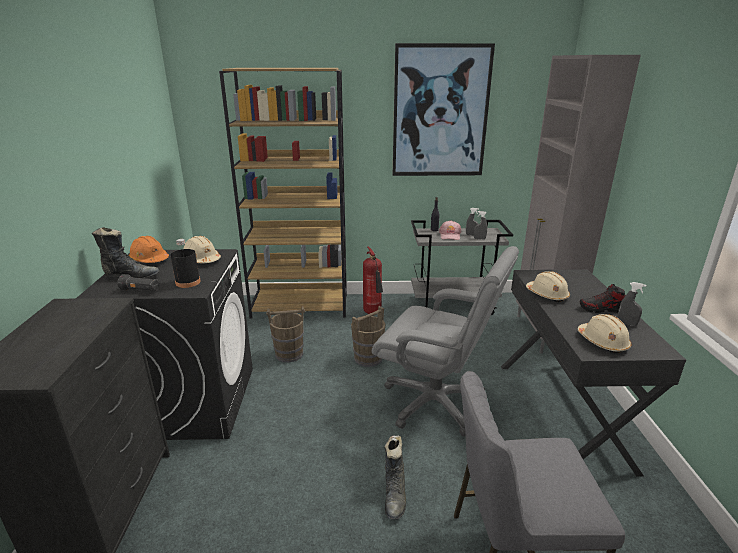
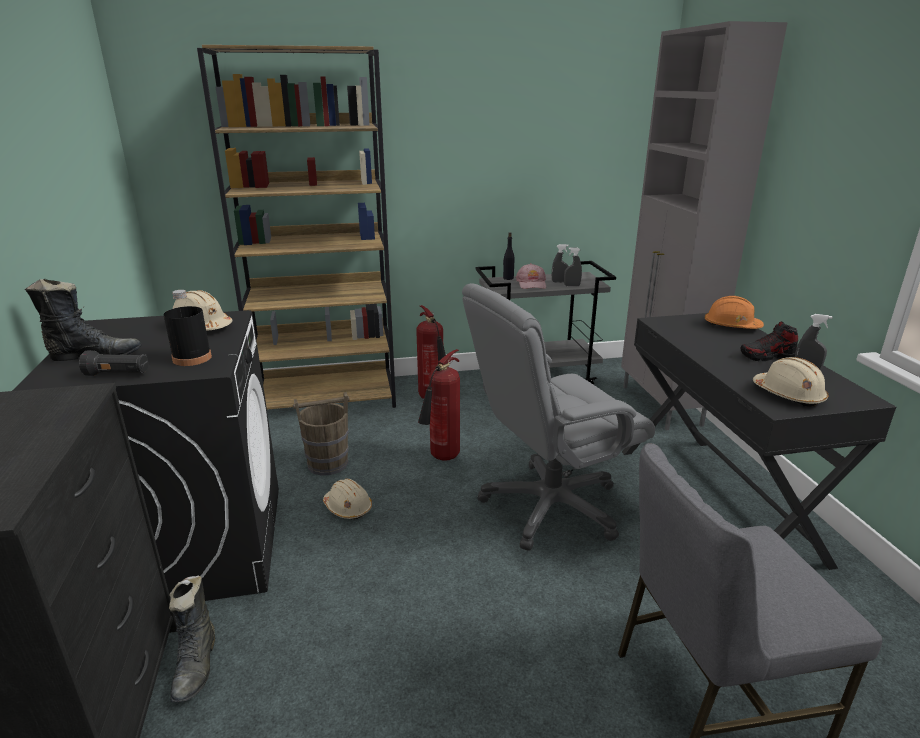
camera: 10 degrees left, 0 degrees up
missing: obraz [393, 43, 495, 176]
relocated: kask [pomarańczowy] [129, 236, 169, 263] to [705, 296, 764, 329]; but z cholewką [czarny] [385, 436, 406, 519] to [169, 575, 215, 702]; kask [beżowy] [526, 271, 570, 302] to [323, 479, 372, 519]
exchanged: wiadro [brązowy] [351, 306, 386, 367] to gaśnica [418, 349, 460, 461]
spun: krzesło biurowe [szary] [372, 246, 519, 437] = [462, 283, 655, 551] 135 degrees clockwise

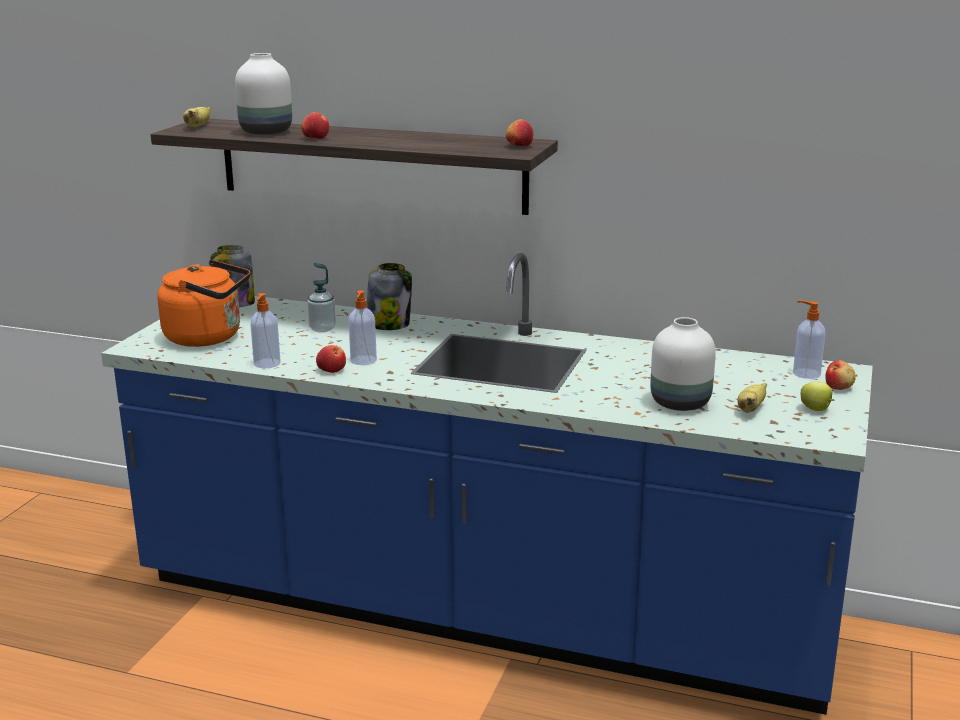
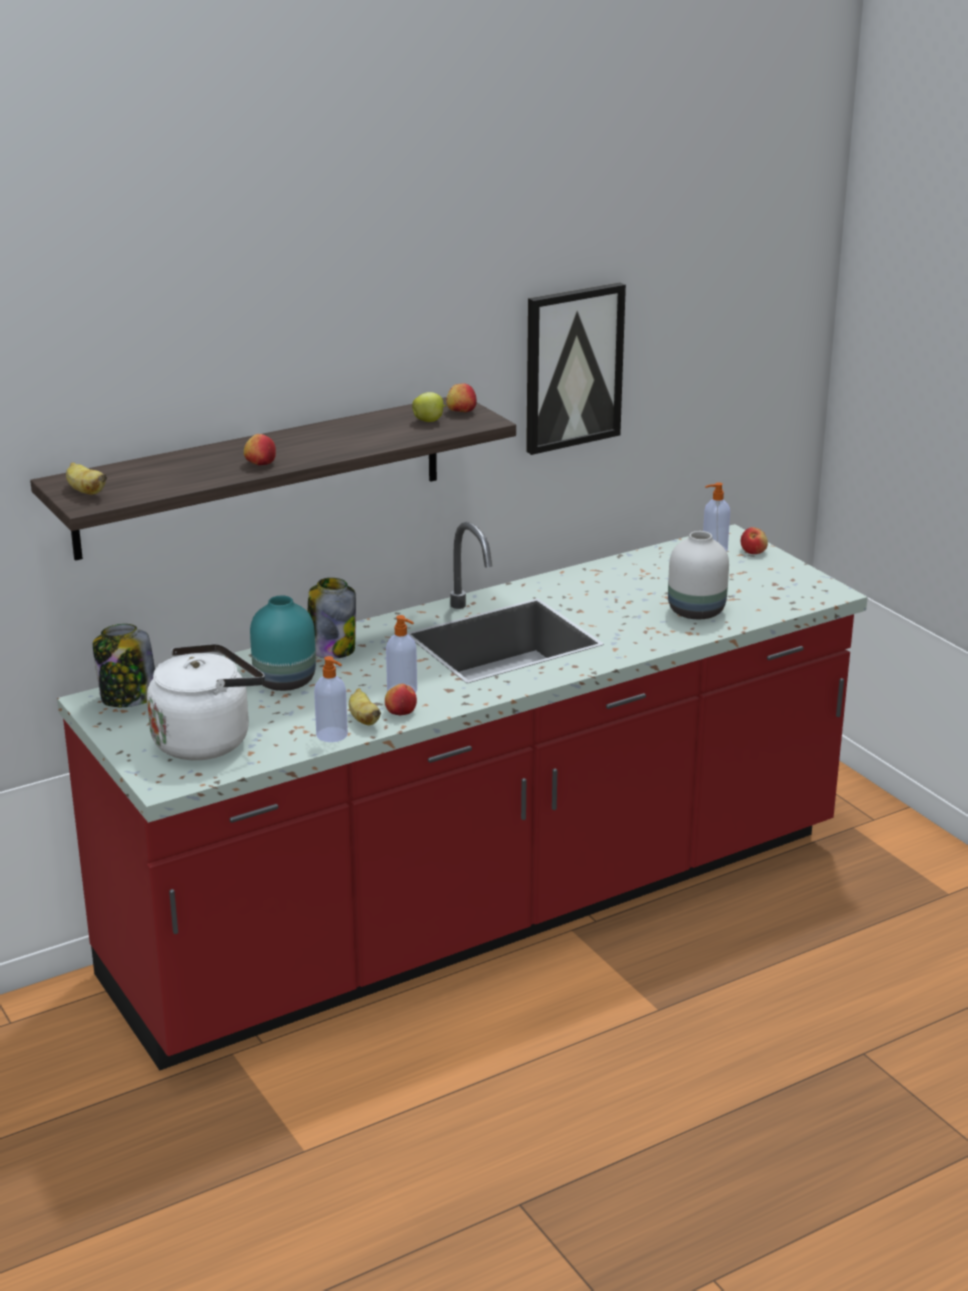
camera: 50 degrees left, 5 degrees up
missing: wazon [biały] [235, 53, 292, 135]
appeared: obraz [526, 282, 626, 455]
relocated: banan [738, 383, 767, 413] to [349, 688, 381, 725]; jabłko [800, 382, 834, 411] to [412, 392, 446, 422]
exchanged: dozownik mydła [307, 263, 336, 332] to wazon [turkusowy] [250, 596, 316, 691]
colour: zabudowa kuchenna [niebieski] [101, 253, 873, 715] to zabudowa kuchenna [czerwony] [57, 522, 868, 1070]; czajnik [pomarańczowy] [158, 260, 250, 347] to czajnik [biały] [147, 644, 265, 760]

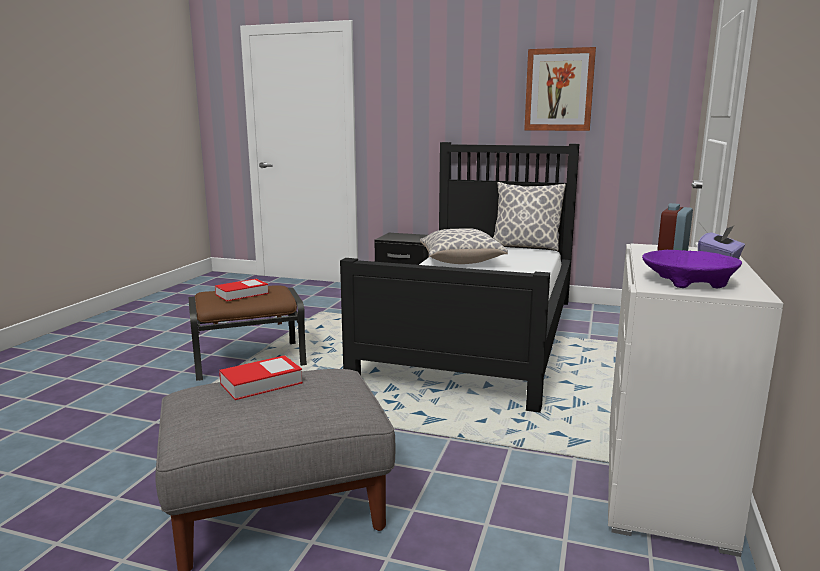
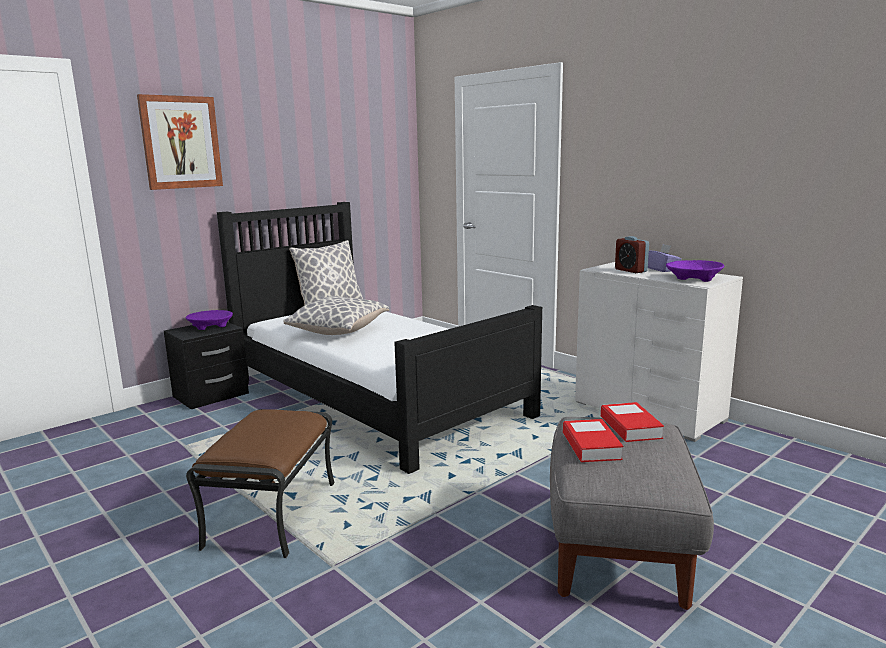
camera: 60 degrees left, 0 degrees up
appeared: miska [fioletowy] [186, 310, 233, 330]
relocated: książka [215, 279, 269, 301] to [601, 402, 664, 442]; obraz [524, 47, 596, 131] to [137, 94, 223, 190]

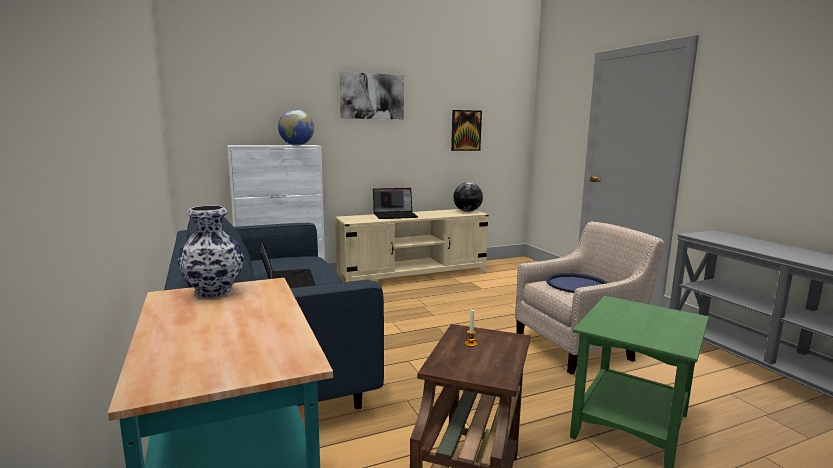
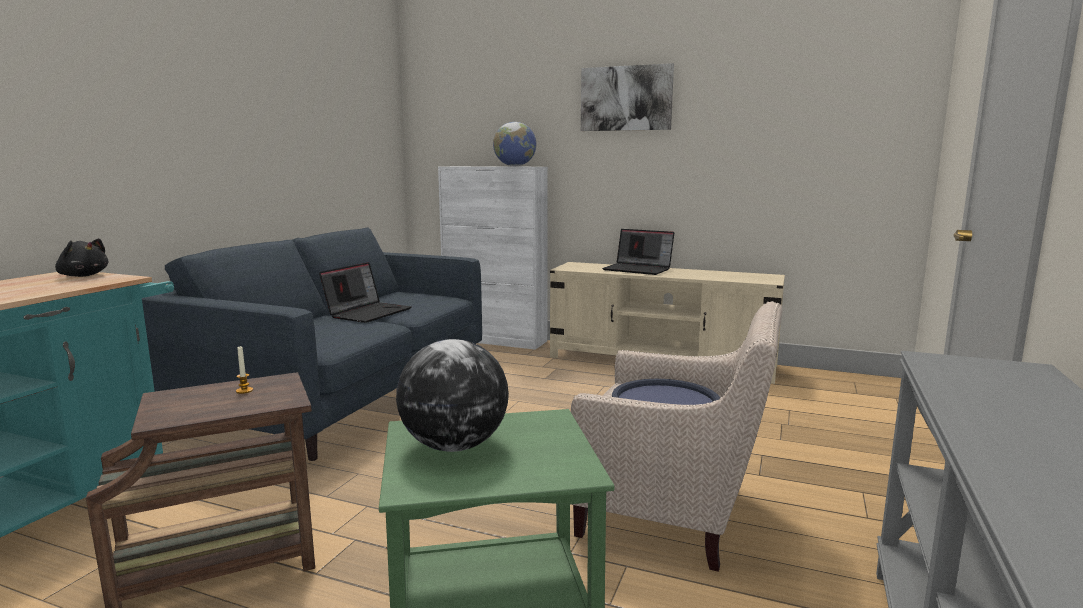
camera: 45 degrees right, 0 degrees up
missing: obraz [451, 110, 482, 151]
relocated: globus [453, 182, 483, 212] to [396, 339, 509, 452]
exchanged: wazon [178, 206, 244, 299] to pluszak [czarny] [55, 238, 108, 277]

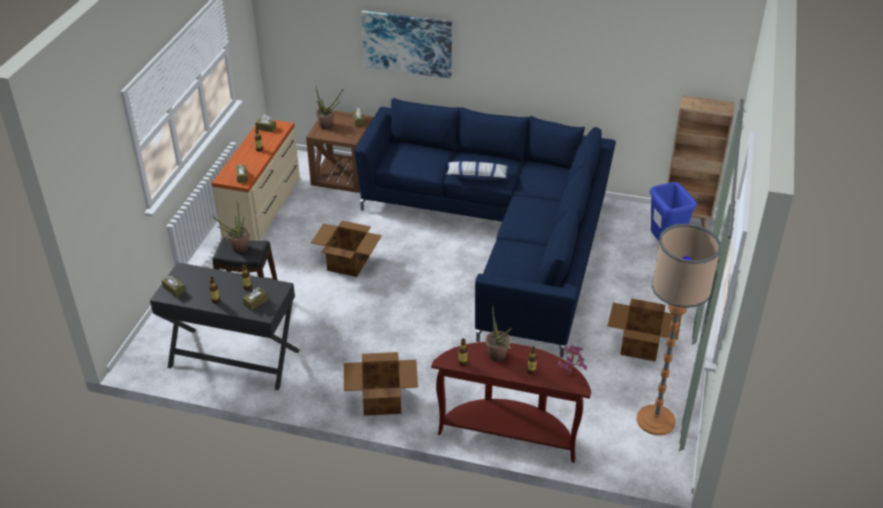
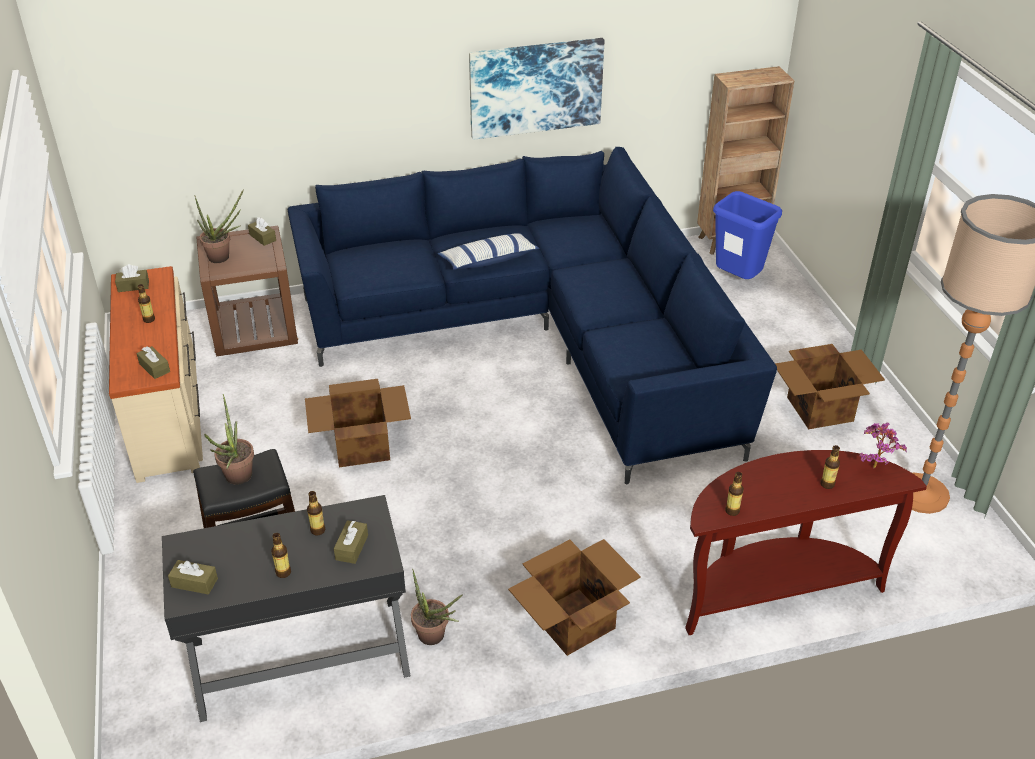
camera: 30 degrees left, 0 degrees up
relocated: obraz [361, 10, 452, 79] to [469, 38, 604, 140]; roślina doniczkowa [486, 304, 512, 361] to [411, 569, 463, 645]

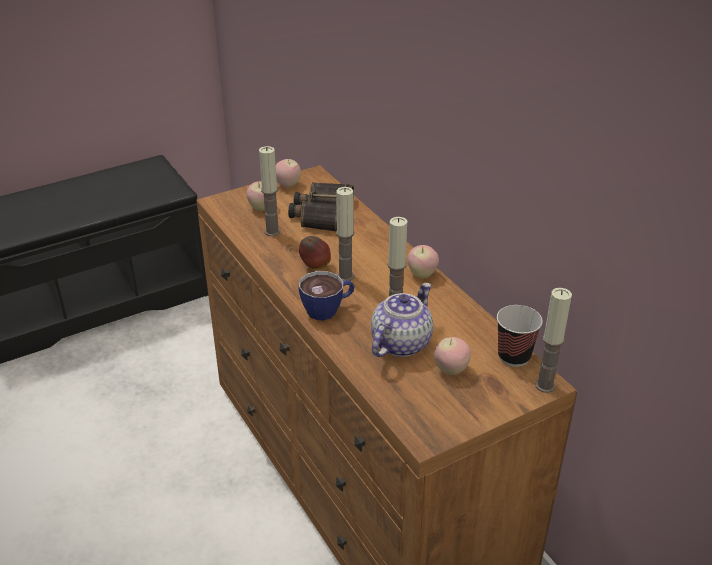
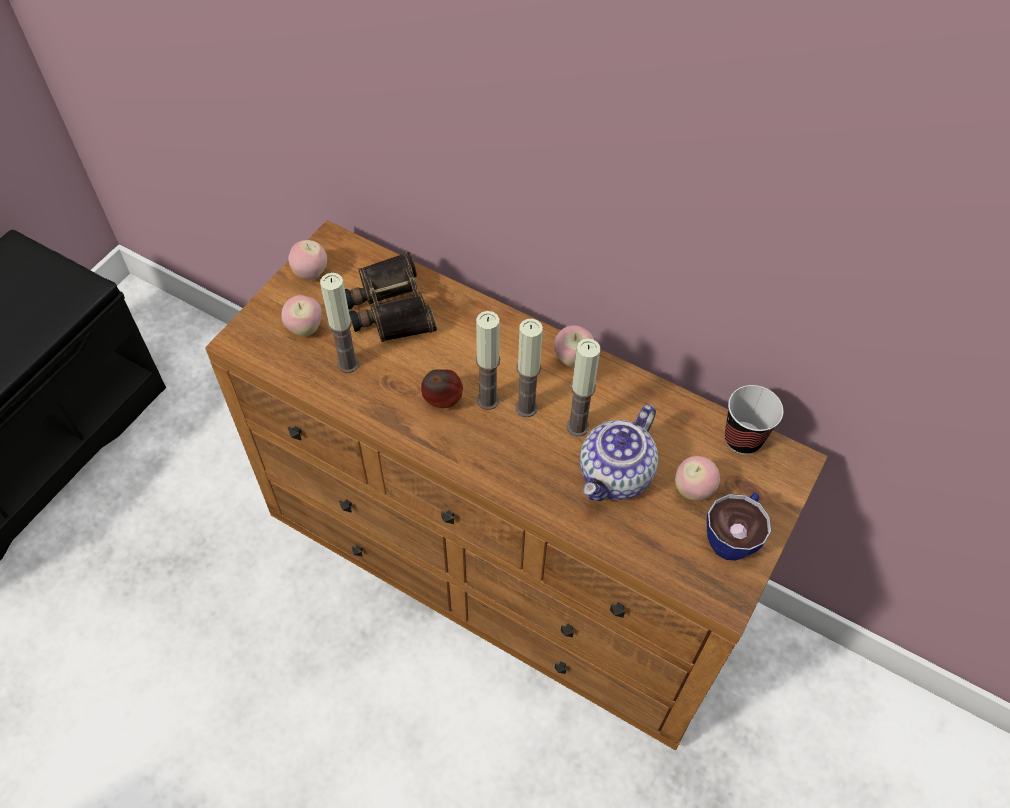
camera: 30 degrees left, 20 degrees up
relocated: filiżanka [299, 271, 354, 321] to [707, 492, 771, 561]; świeca [535, 288, 572, 393] to [515, 319, 543, 417]
spun: imbryk [371, 283, 433, 357] = [580, 404, 658, 501] 150 degrees counterclockwise

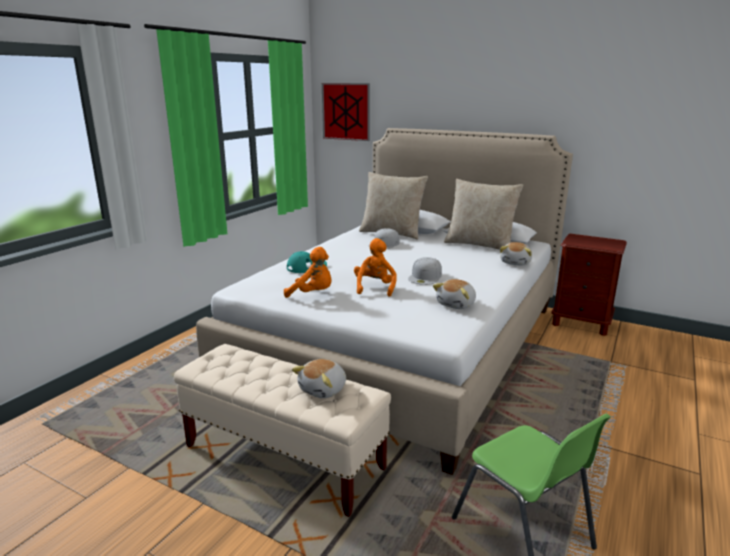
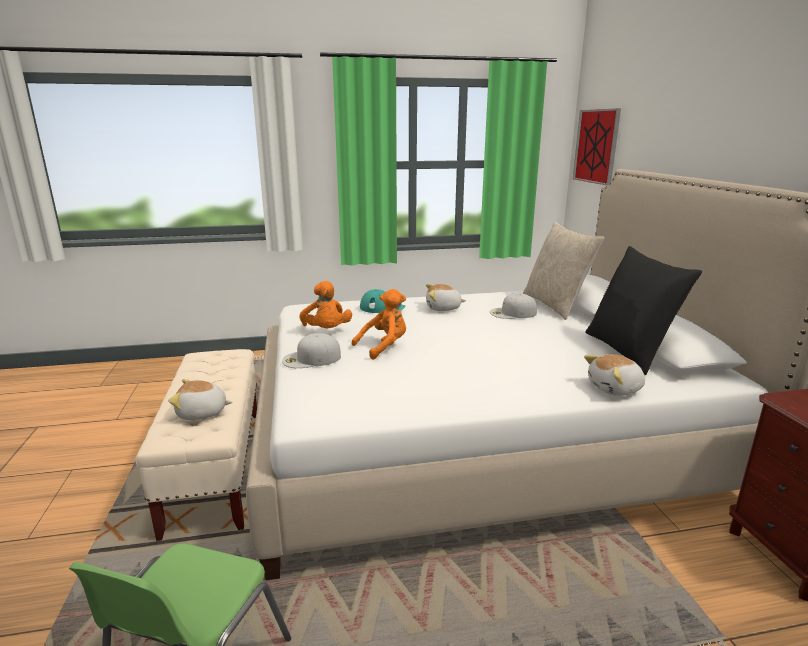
camera: 50 degrees right, 0 degrees up
relocated: czapka z daszkiem [biały] [408, 257, 442, 285] to [282, 333, 341, 368]; pluszak [433, 279, 476, 309] to [426, 284, 466, 311]
colour: poduszka [beżowy] [444, 179, 523, 250] to poduszka [czarny] [586, 246, 702, 375]

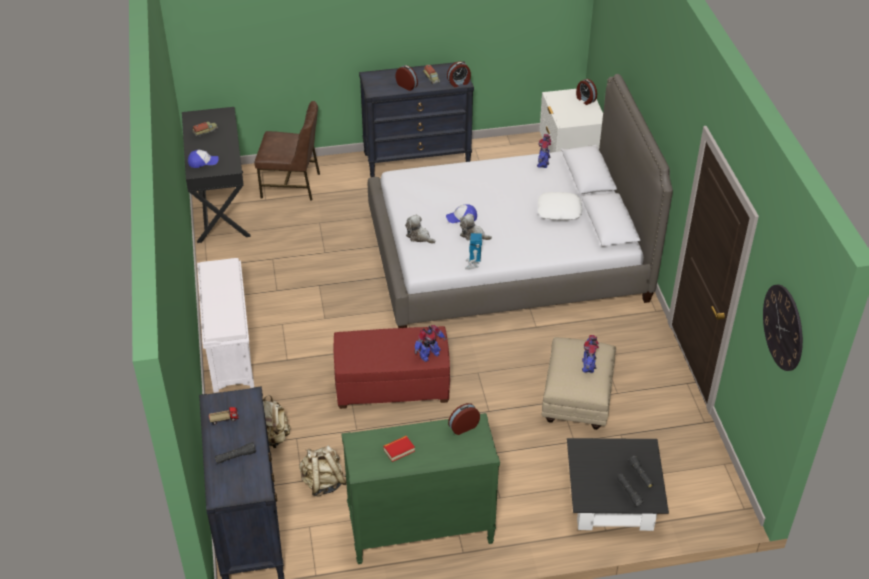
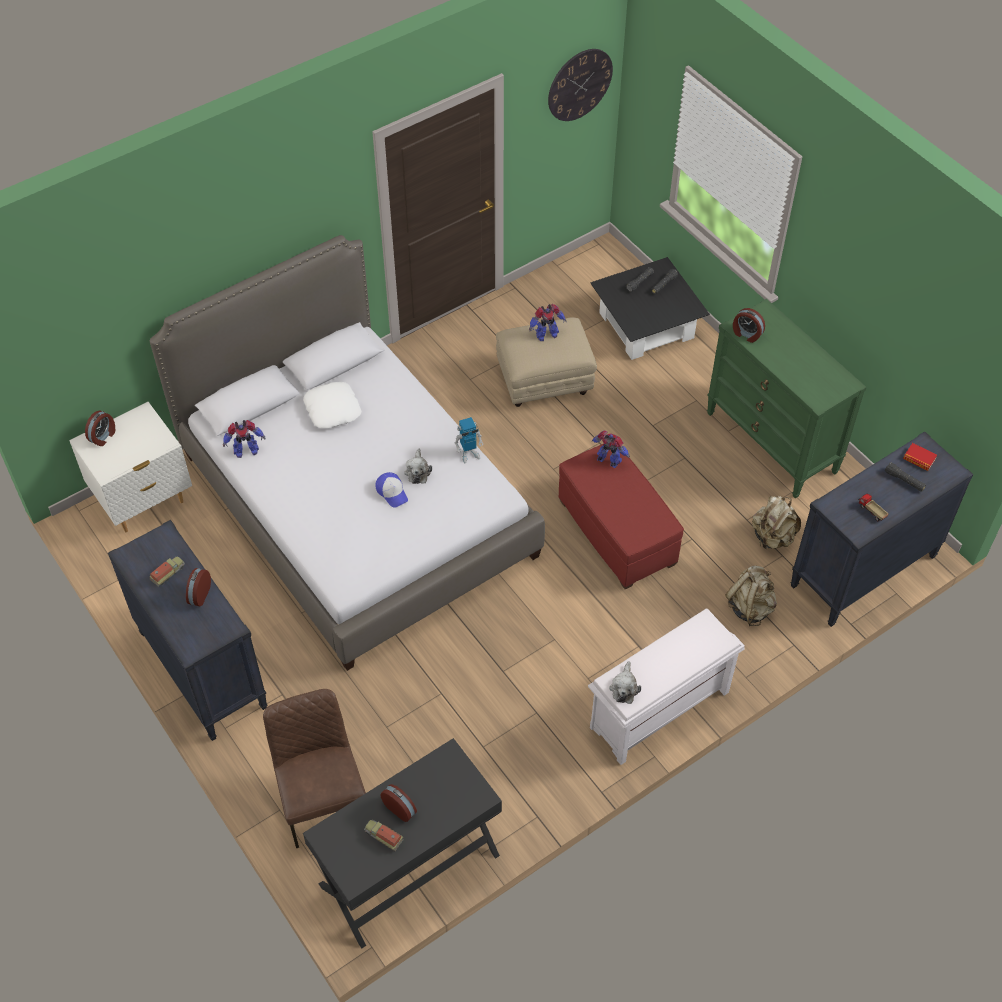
camera: 115 degrees left, 10 degrees up
missing: czapka z daszkiem [188, 150, 219, 168]
relocated: książka [383, 436, 415, 462] to [903, 443, 937, 471]; pluszak [405, 215, 435, 243] to [609, 661, 641, 704]; budzik [447, 61, 471, 87] to [381, 784, 417, 822]

